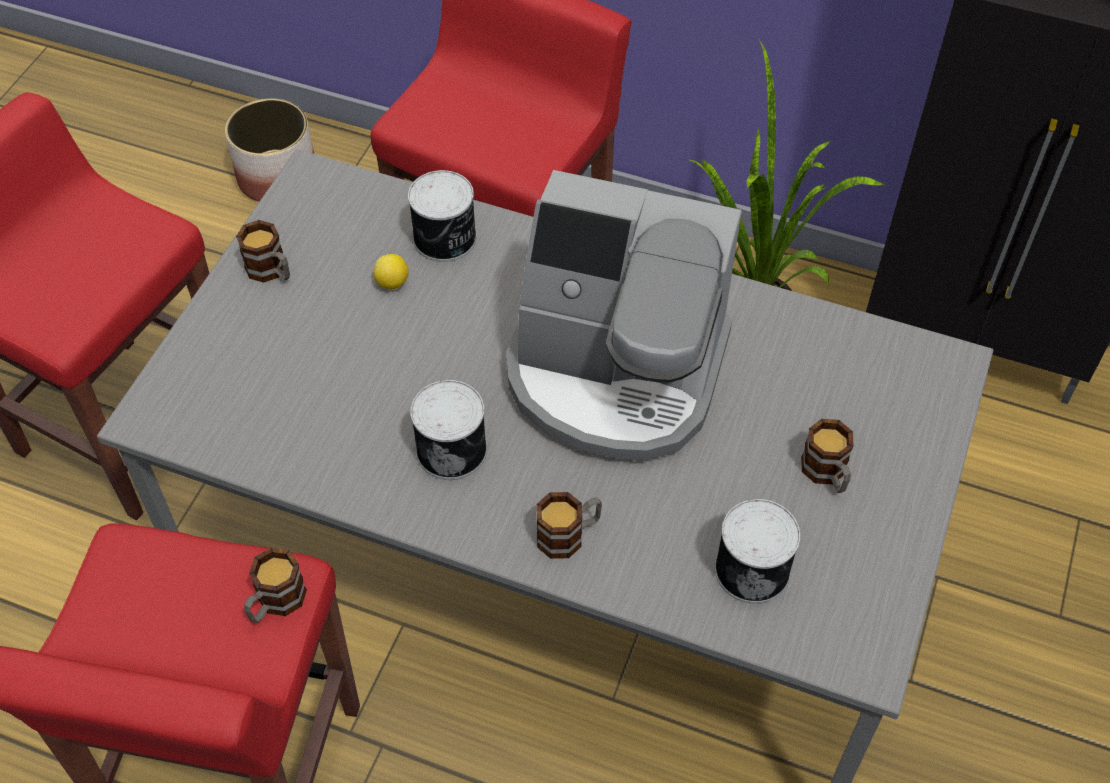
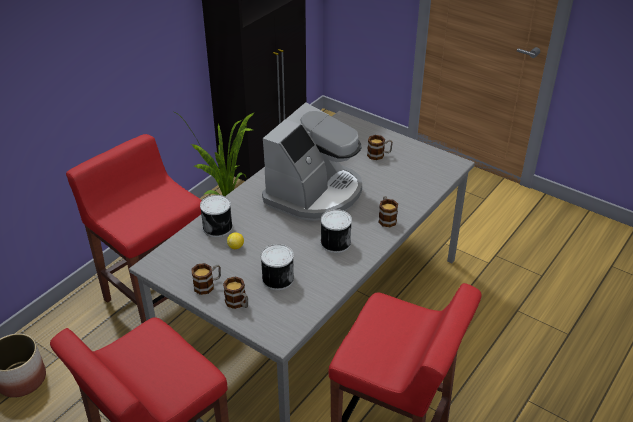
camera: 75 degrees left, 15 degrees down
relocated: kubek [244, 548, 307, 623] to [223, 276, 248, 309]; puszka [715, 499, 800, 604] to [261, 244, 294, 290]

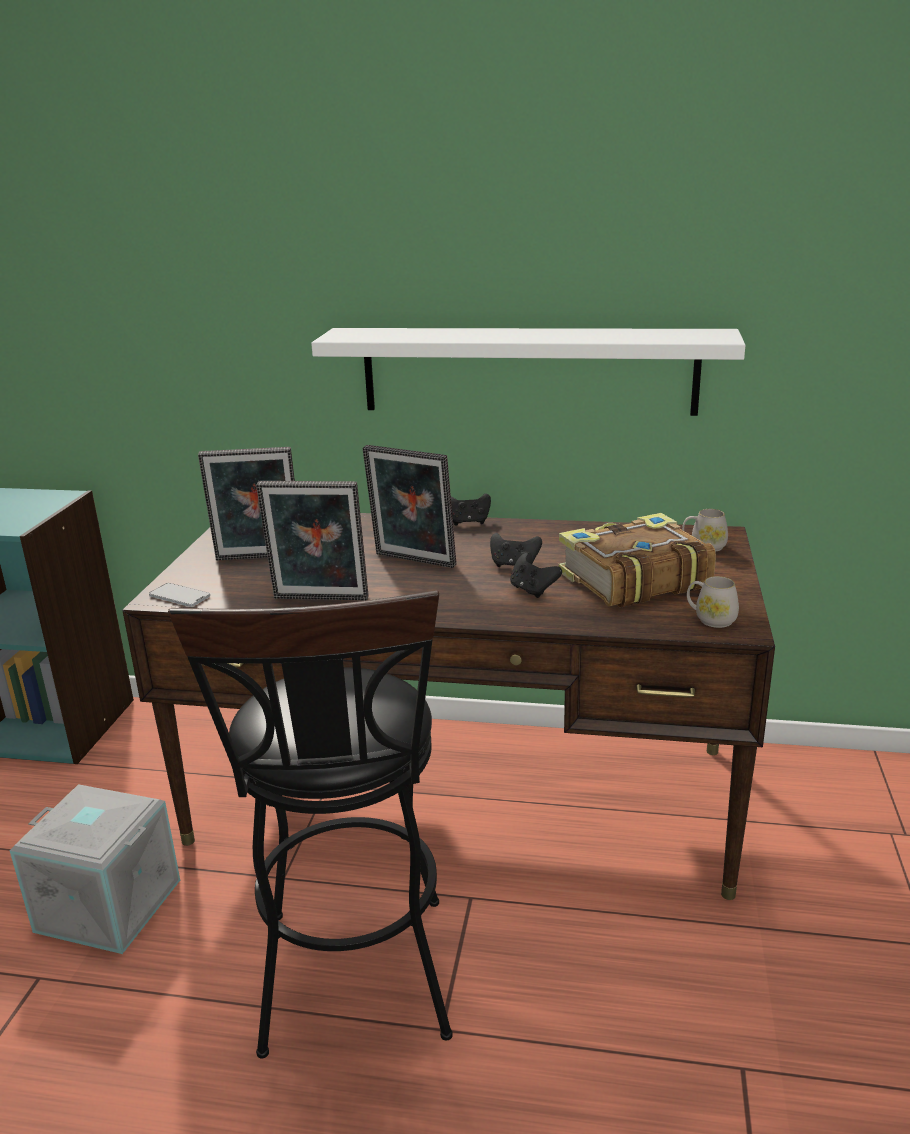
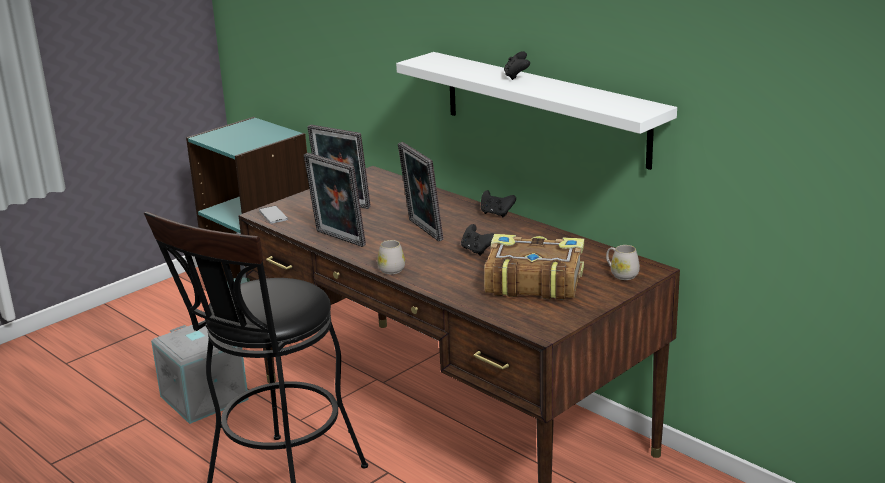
camera: 35 degrees right, 0 degrees up
relocated: pad do gier [czarny] [510, 553, 562, 598] to [504, 51, 530, 80]; kubek [biały] [687, 576, 739, 628] to [377, 240, 405, 274]

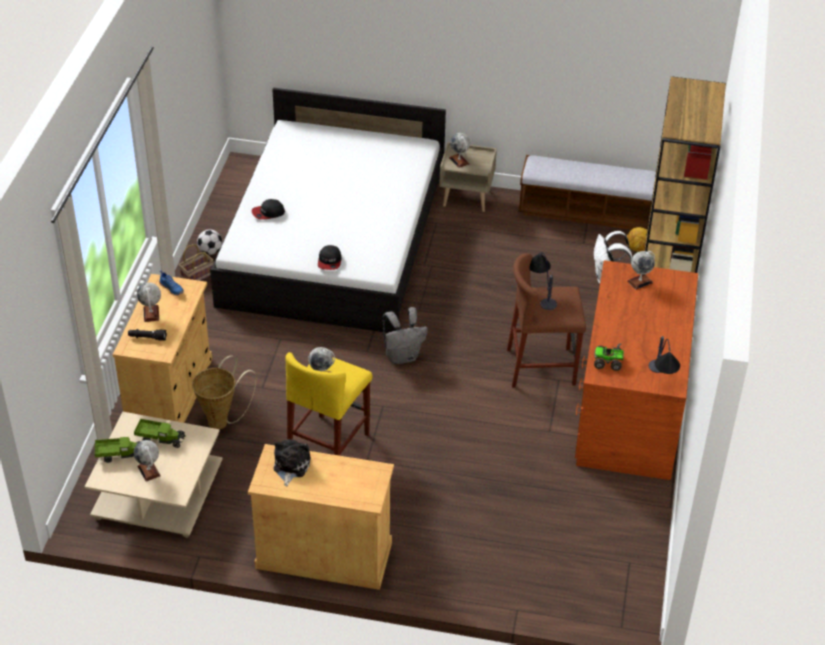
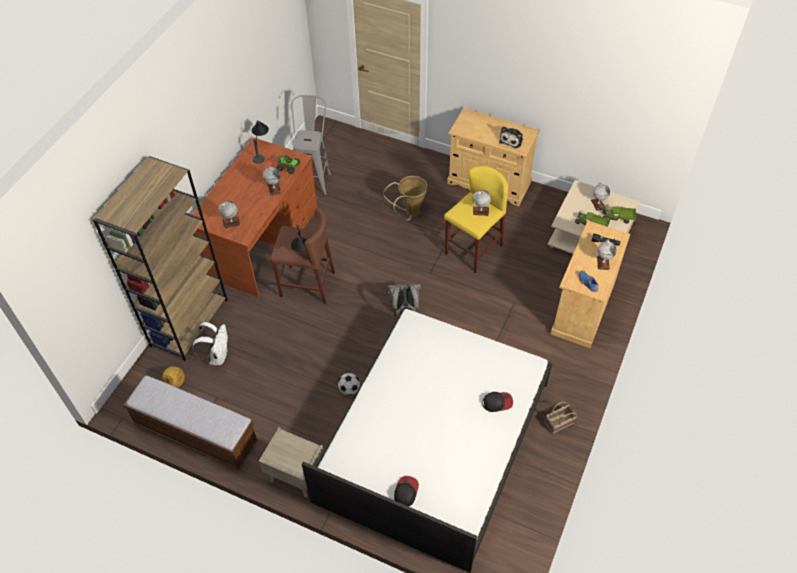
camera: 165 degrees left, 10 degrees up
appeared: stołek [szary] [291, 95, 331, 196]
relocated: koszyk [192, 355, 256, 430] to [383, 176, 427, 220]; piłka futbolowa [197, 229, 222, 255] to [338, 373, 360, 395]; czapka z daszkiem [318, 245, 341, 270] to [394, 476, 419, 506]; globus [449, 133, 470, 168] to [263, 166, 281, 196]

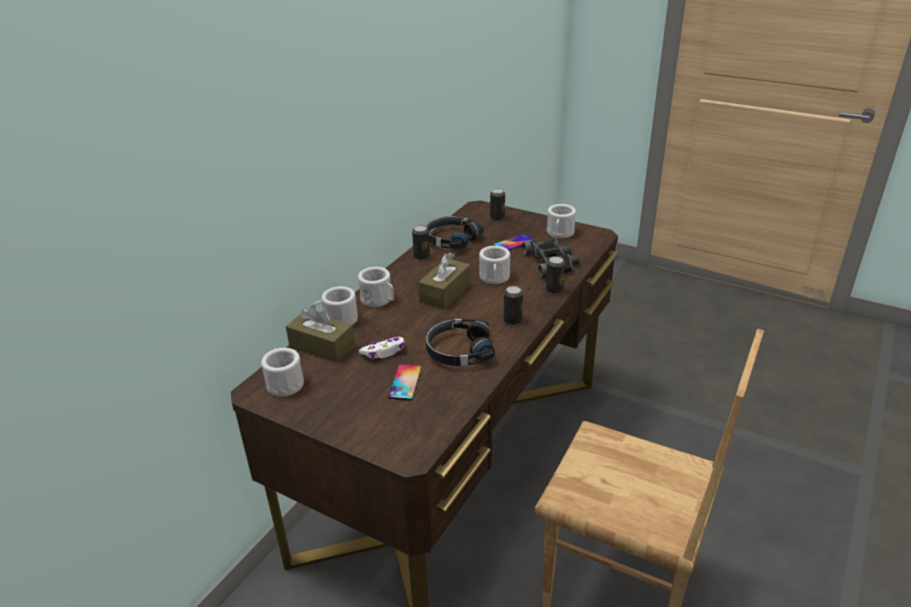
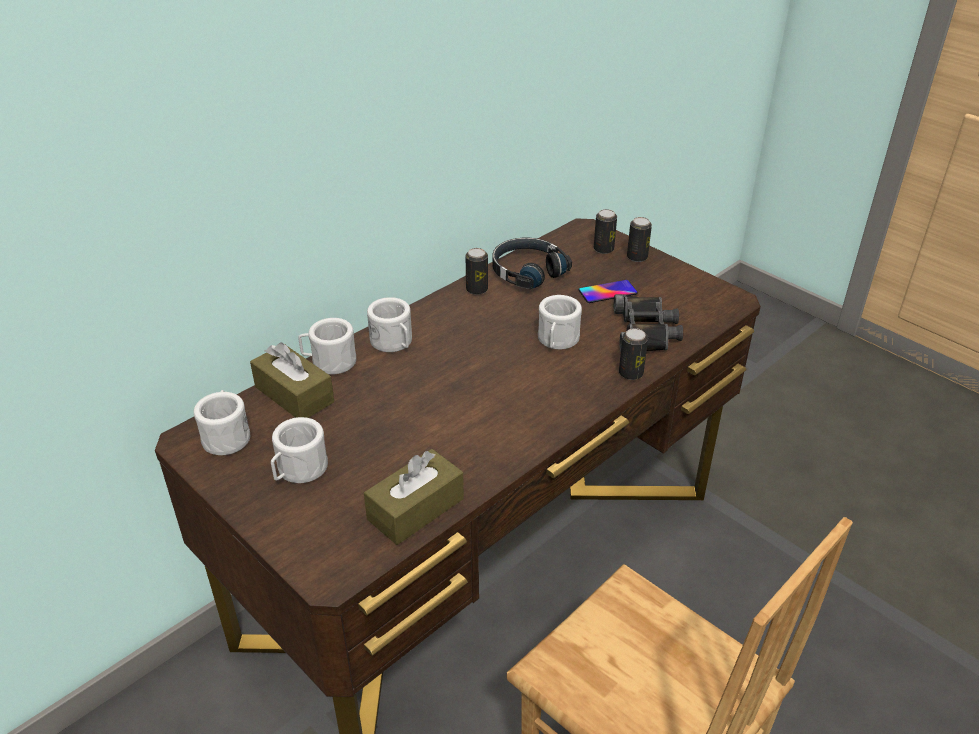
camera: 15 degrees right, 5 degrees up
missing: pad do gier [biały] [359, 337, 404, 359]; telefon [388, 364, 422, 400]; słuchawki [czarny] [426, 319, 495, 366]
relocated: pudełko chusteczek [brązowy] [418, 252, 470, 309] to [364, 449, 464, 545]; puszka [504, 286, 523, 325] to [627, 217, 652, 262]; kubek [biały] [547, 204, 576, 238] to [271, 417, 328, 483]

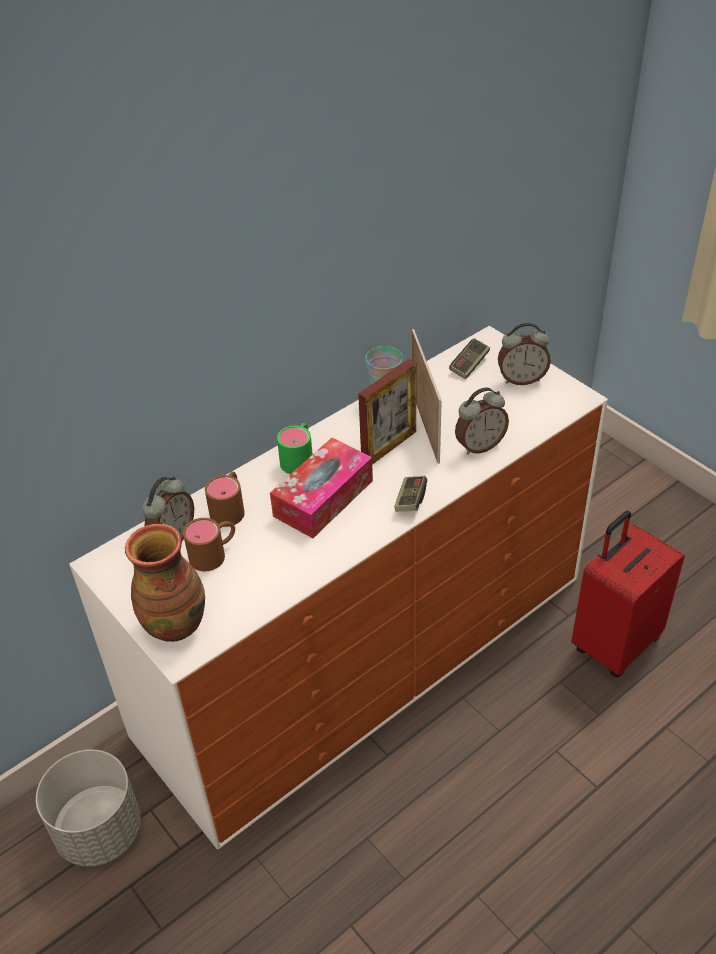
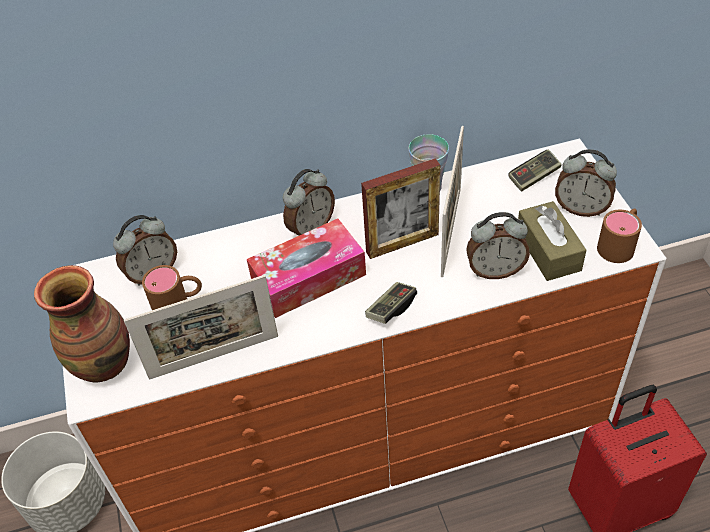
camera: 25 degrees right, 5 degrees up
appeared: ramka na zdjęcie [124, 275, 278, 380]; pudełko chusteczek [brązowy] [518, 201, 586, 281]
relocated: kubek [brązowy] [205, 472, 245, 527] to [597, 209, 642, 263]
exchanged: kubek [zielony] [277, 423, 313, 474] to budzik [283, 169, 335, 236]

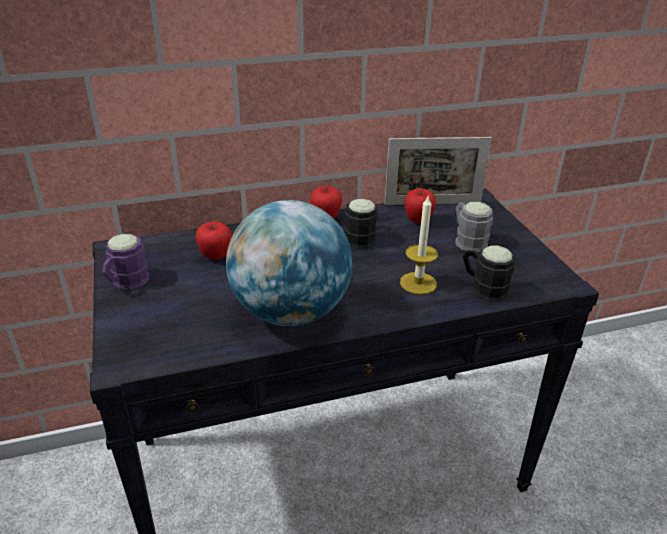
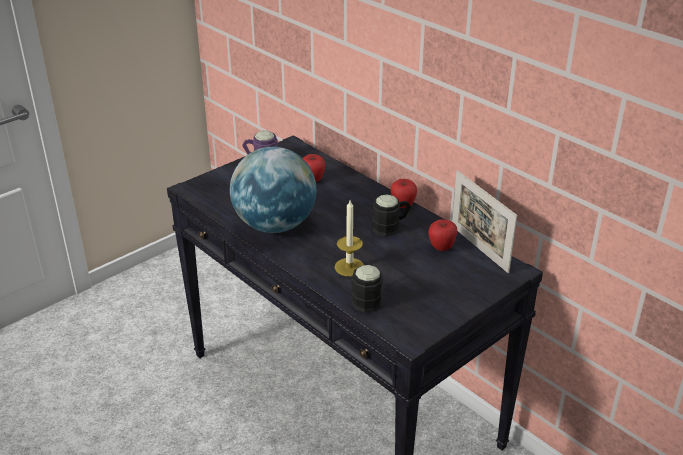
camera: 65 degrees right, 0 degrees up
missing: kubek [szary] [456, 202, 493, 252]

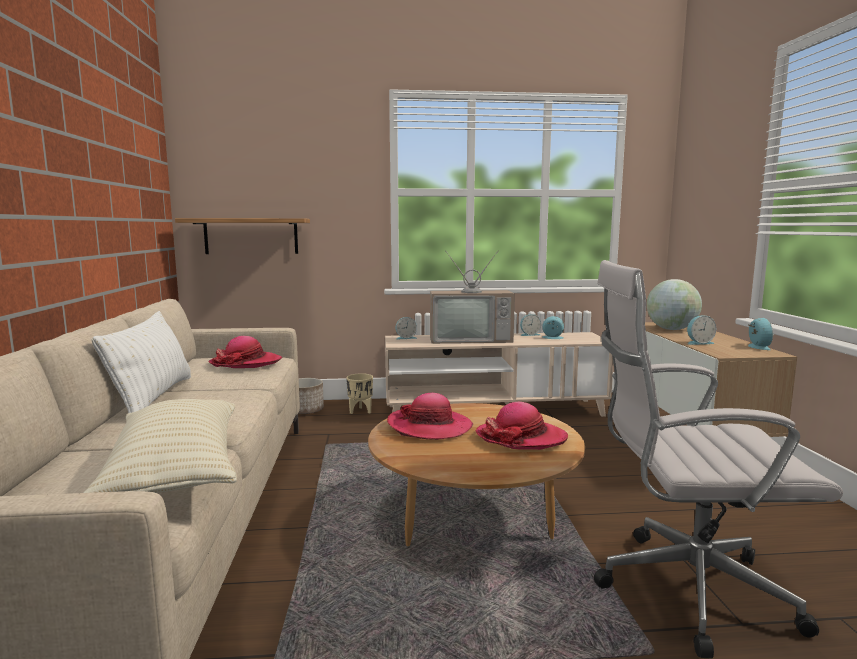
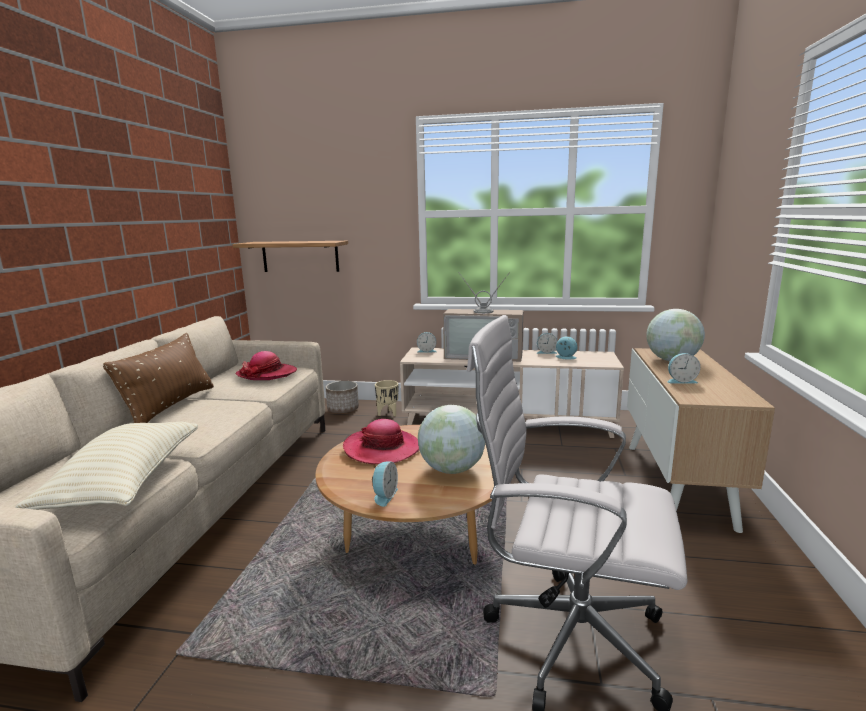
camera: 15 degrees right, 5 degrees up
relocated: budzik [748, 318, 773, 350] to [372, 462, 398, 507]
exchanged: kapelusz [476, 402, 568, 450] to globus [418, 405, 486, 474]
colour: poduszka [biały] [92, 311, 191, 413] to poduszka [brązowy] [103, 333, 214, 423]

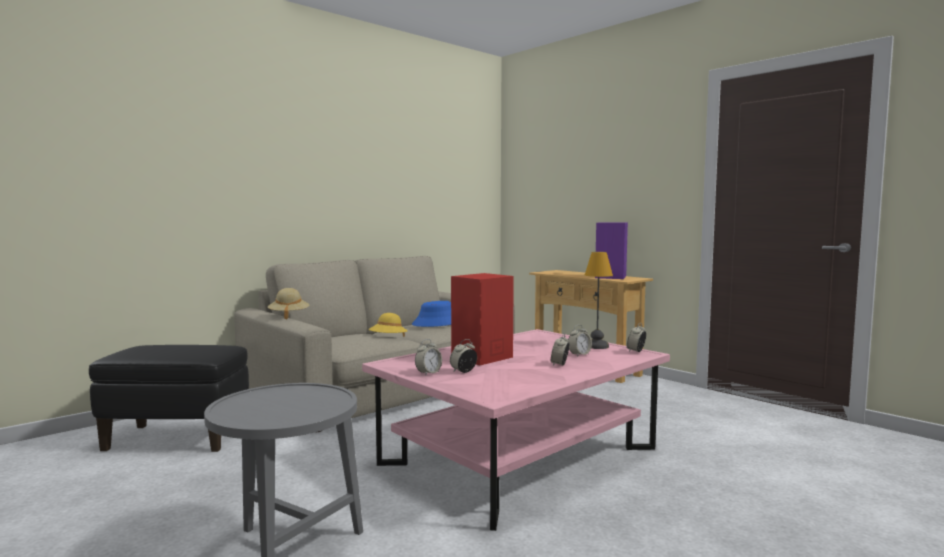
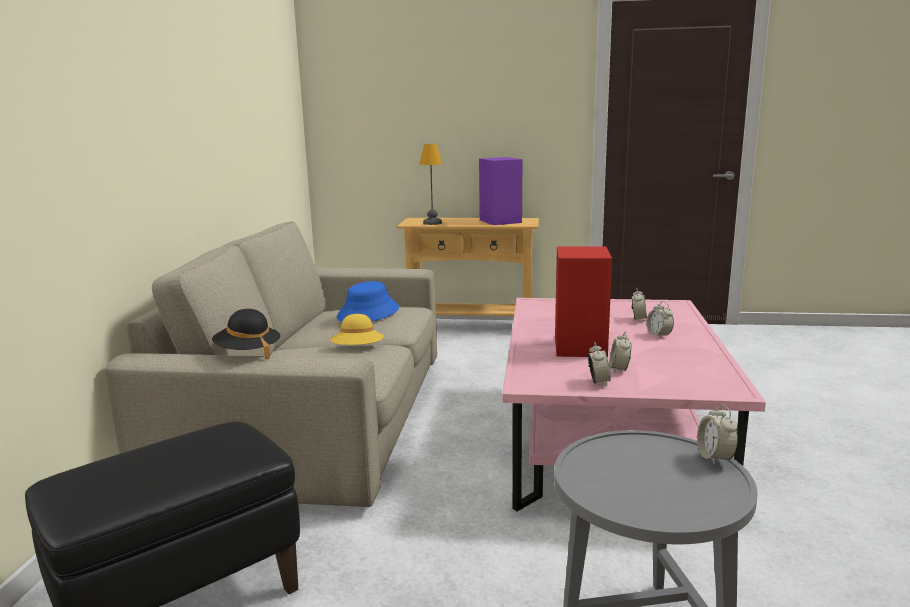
camera: 40 degrees left, 10 degrees up
relocated: lampa stołowa [585, 252, 613, 349] to [420, 144, 442, 225]; budzik [627, 323, 646, 352] to [697, 404, 738, 465]
colour: kapelusz [beżowy] [268, 288, 309, 319] to kapelusz [czarny] [212, 309, 280, 359]

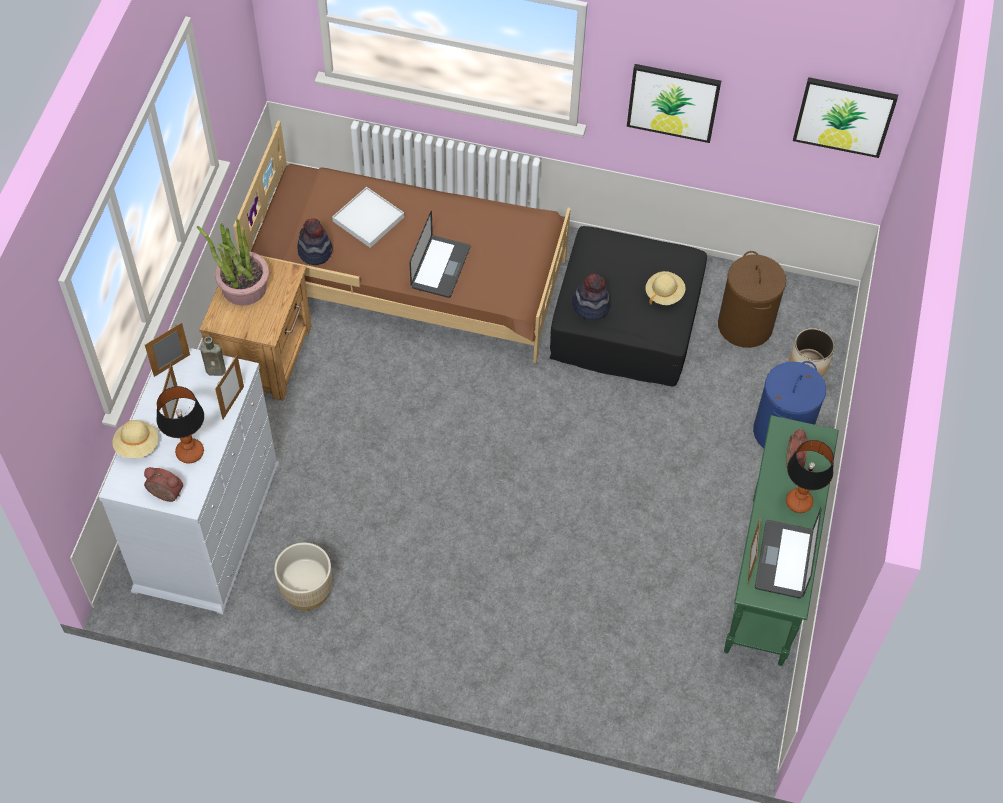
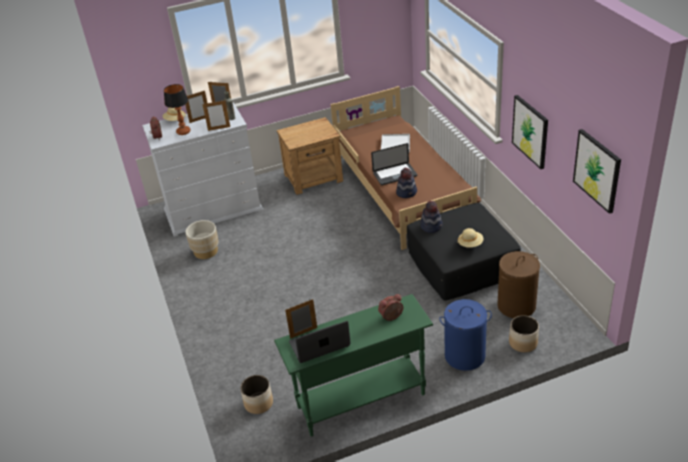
camera: 60 degrees right, 20 degrees down
missing: roślina doniczkowa [197, 218, 269, 306]; lampa stołowa [786, 440, 834, 513]
appeared: donica [240, 375, 273, 414]
relocated: kapelusz [297, 218, 333, 265] to [396, 168, 417, 198]

